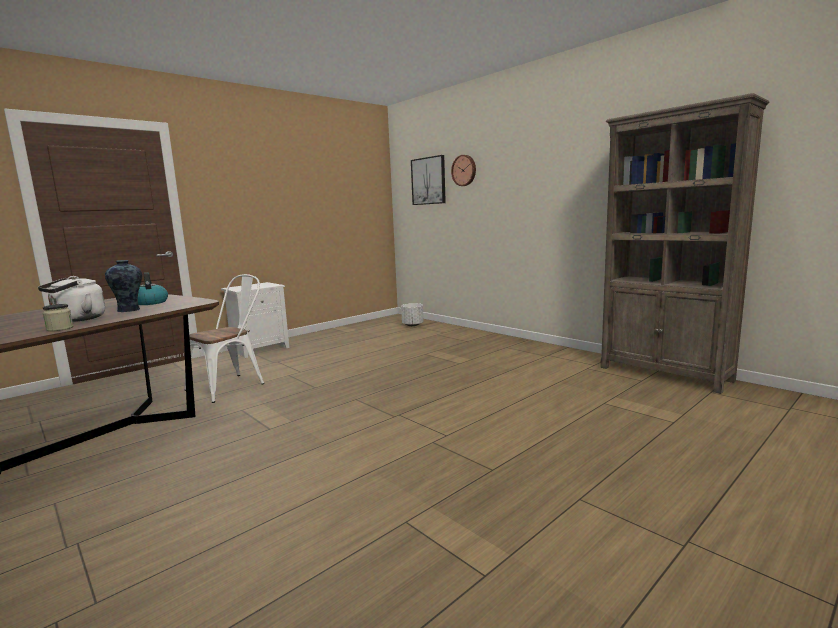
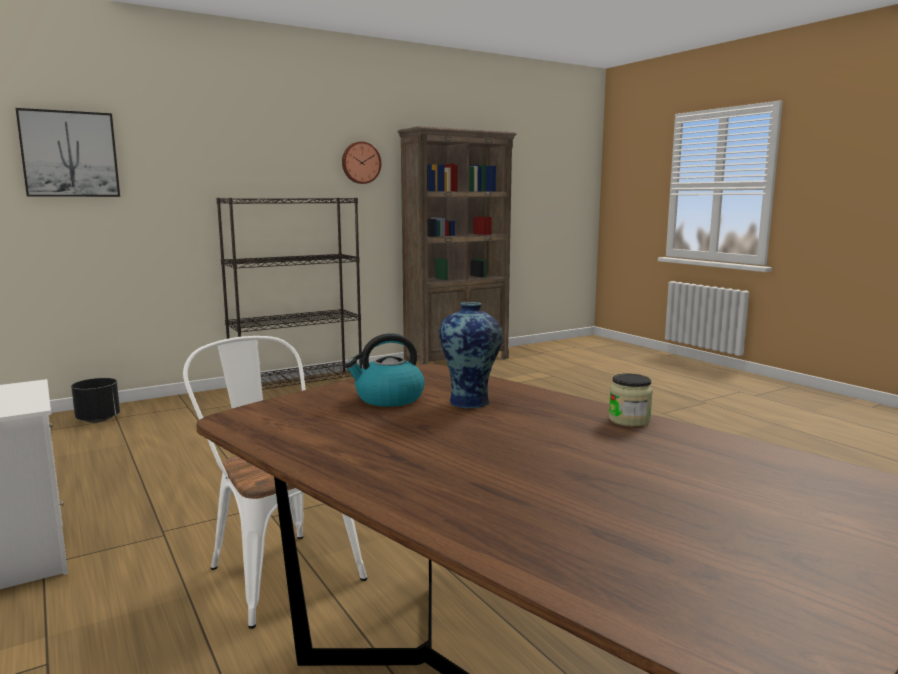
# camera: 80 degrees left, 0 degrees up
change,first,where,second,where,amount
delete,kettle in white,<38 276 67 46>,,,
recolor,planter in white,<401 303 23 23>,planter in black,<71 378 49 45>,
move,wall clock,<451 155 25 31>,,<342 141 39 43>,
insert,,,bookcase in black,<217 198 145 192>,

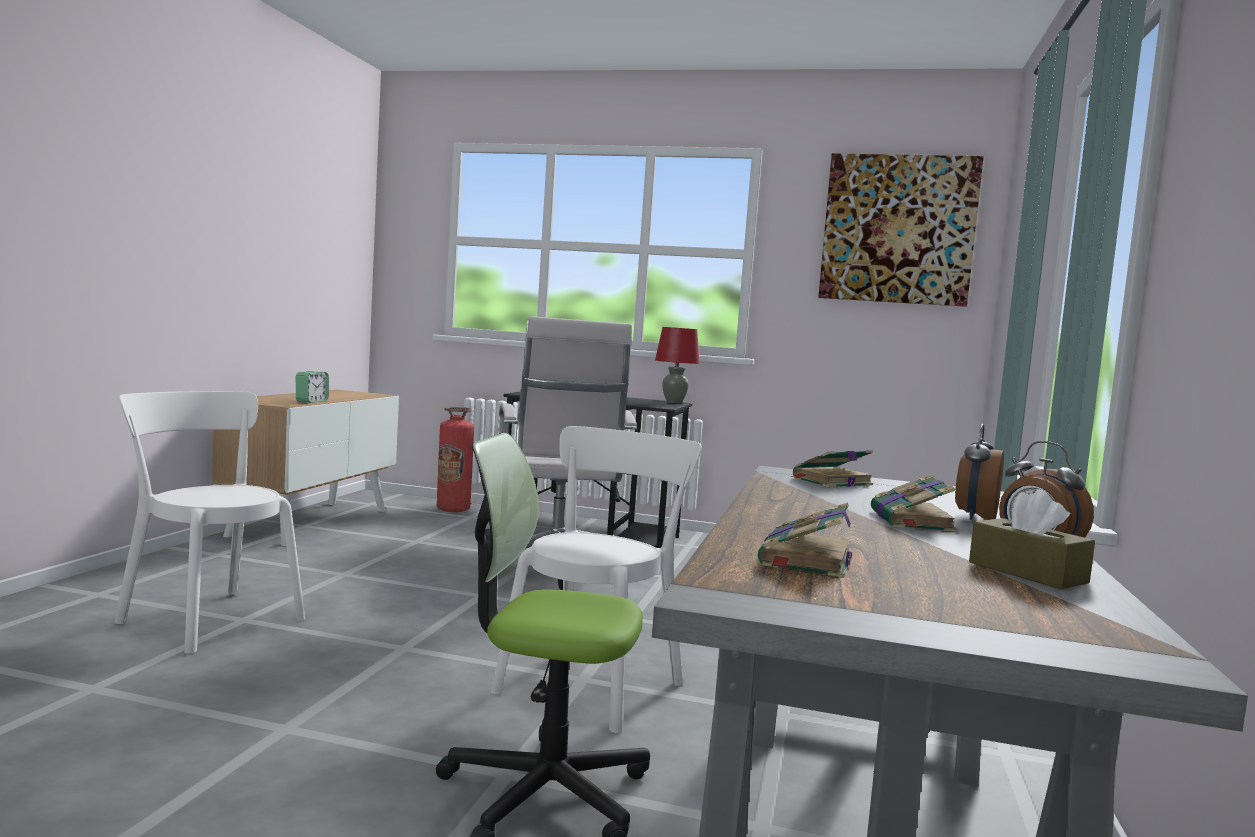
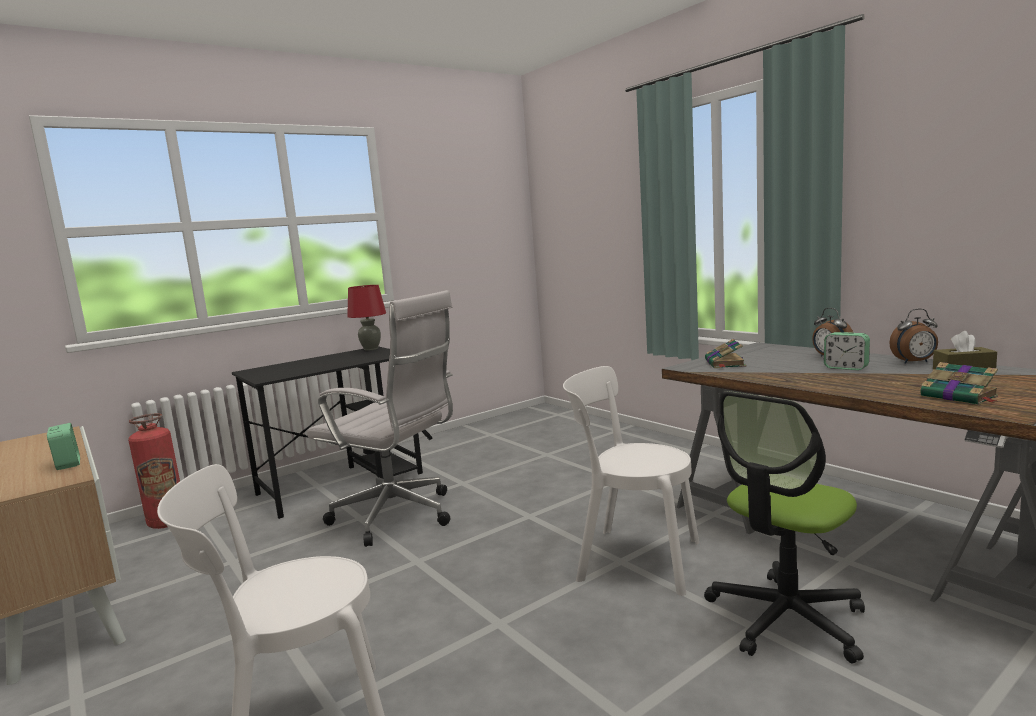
# camera: 50 degrees left, 5 degrees up
change,first,where,second,where,amount
rotate,chair in white,<491 426 211 307>,,<563 366 136 230>,45 degrees counterclockwise
delete,picture,<818 153 166 154>,,,
replace,book,<871 475 86 57>,alarm clock,<824 332 46 38>,

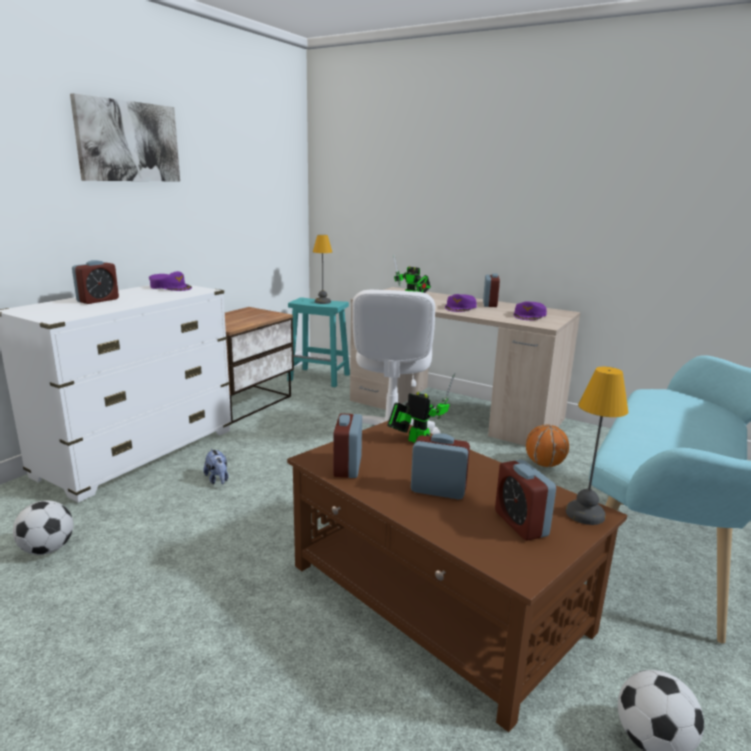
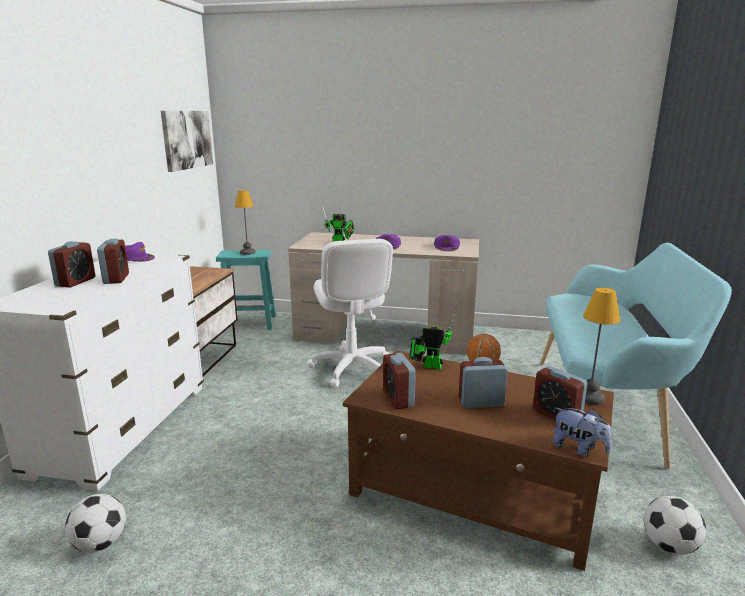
# camera: 20 degrees left, 0 degrees up
change,first,where,second,where,amount
move,picture,<70 93 110 88>,,<161 111 52 61>,
move,plush toy,<203 449 25 35>,,<553 408 58 49>,
move,alarm clock,<483 273 17 34>,,<97 239 32 45>,

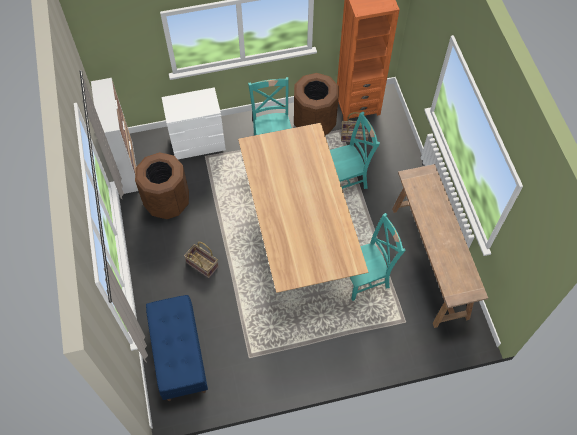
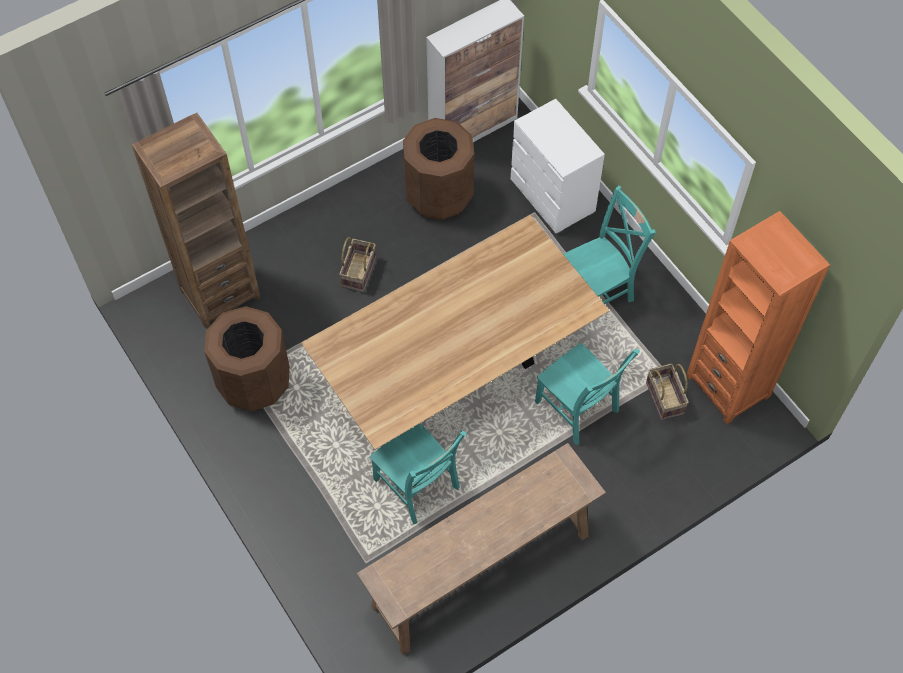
# camera: 70 degrees right, 0 degrees up
change,first,where,second,where,amount
replace,bench in blue,<146 295 62 106>,bookcase in brown,<132 113 129 215>,
move,trash can in brown,<294 73 45 63>,,<204 306 86 105>,

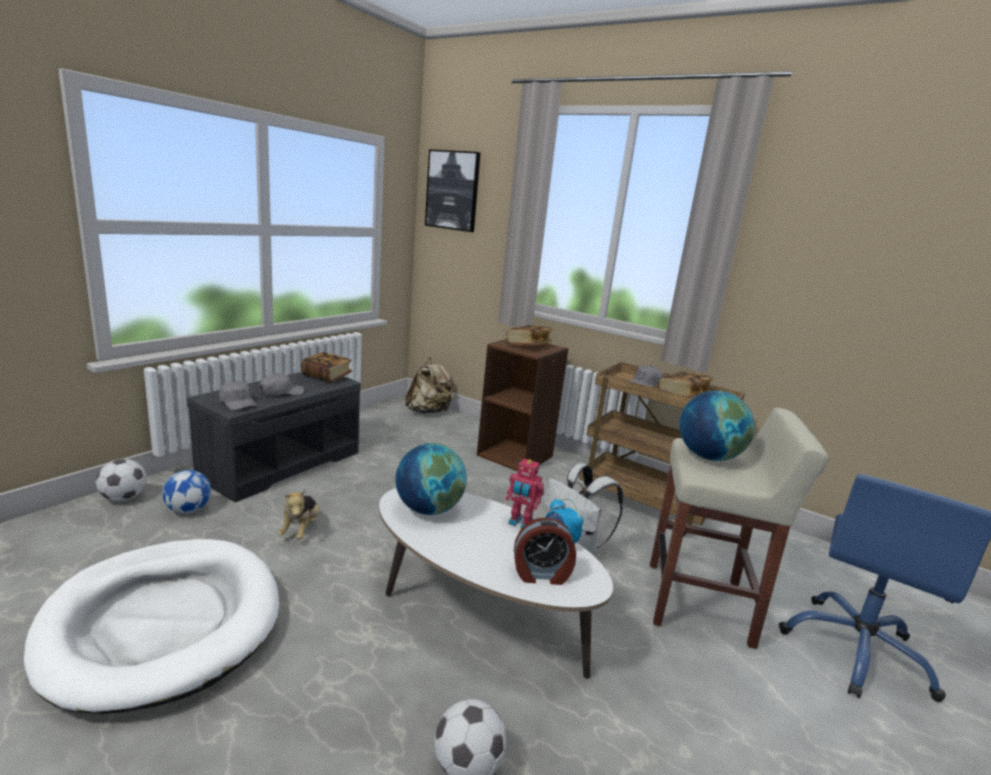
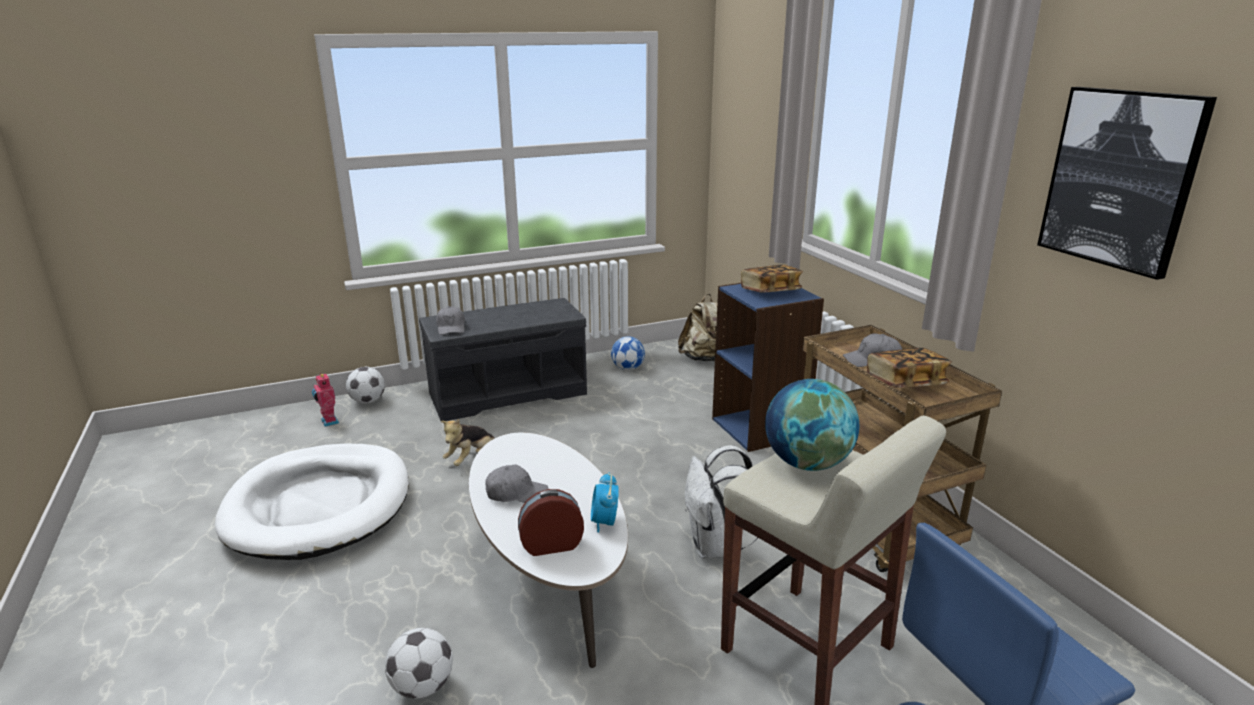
# camera: 35 degrees right, 5 degrees up
change,first,where,second,where,amount
move,football,<162 470 49 44>,,<611 336 34 34>,
move,cap in grey,<260 373 44 22>,,<485 465 63 38>,
delete,book,<301 352 51 30>,,,
delete,globe,<395 443 72 72>,,,
move,picture,<425 149 55 83>,,<1037 87 180 193>,
recolor,bookcase in brown,<477 339 92 132>,bookcase in blue,<712 283 112 169>,
move,toy robot,<505 458 39 71>,,<312 373 27 54>,
rotate,alarm clock,<514 517 62 68>,,<518 489 66 67>,135 degrees clockwise

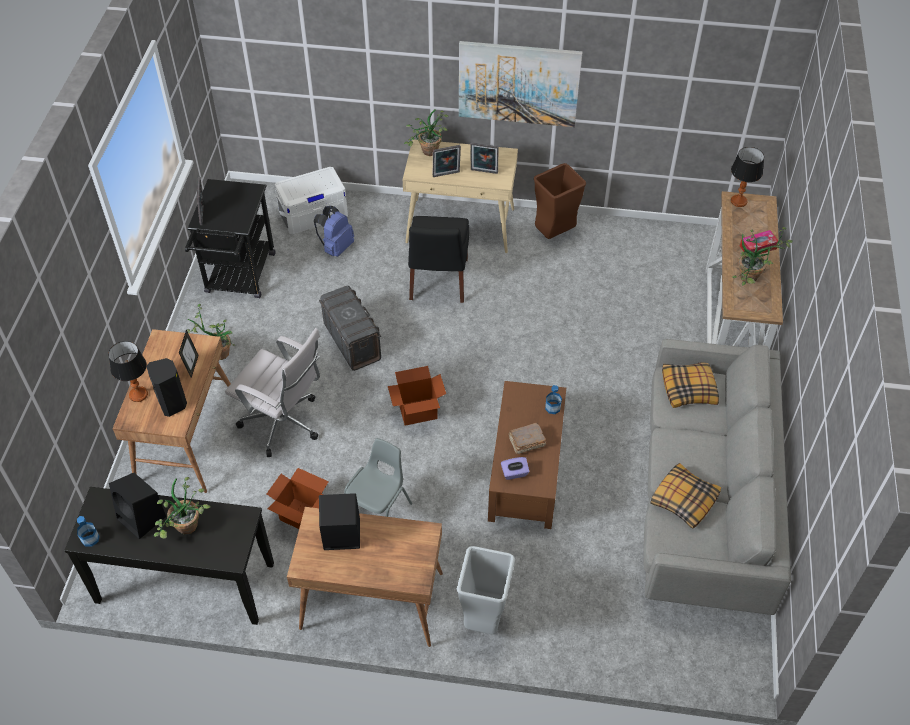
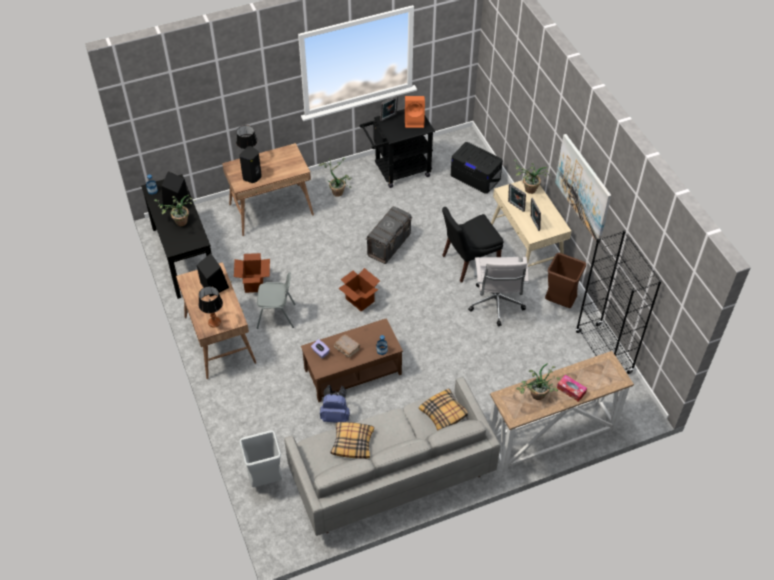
# camera: 60 degrees right, 0 degrees up
change,first,where,second,where,amount
delete,picture frame,<179 329 20 49>,,,
move,office chair in white,<225 328 95 129>,,<468 257 61 69>,
recolor,storage box in white,<275 167 73 67>,storage box in black,<451 142 52 52>,
move,backpack in blue,<314 206 40 51>,,<320 385 30 38>,
move,trash can in grey,<457 546 58 88>,,<239 430 43 57>,
move,table lamp,<731 147 33 60>,,<198 286 25 42>,
insert,,,speaker in orange,<405 96 20 32>,
insert,,,bookcase in black,<575 230 87 144>,

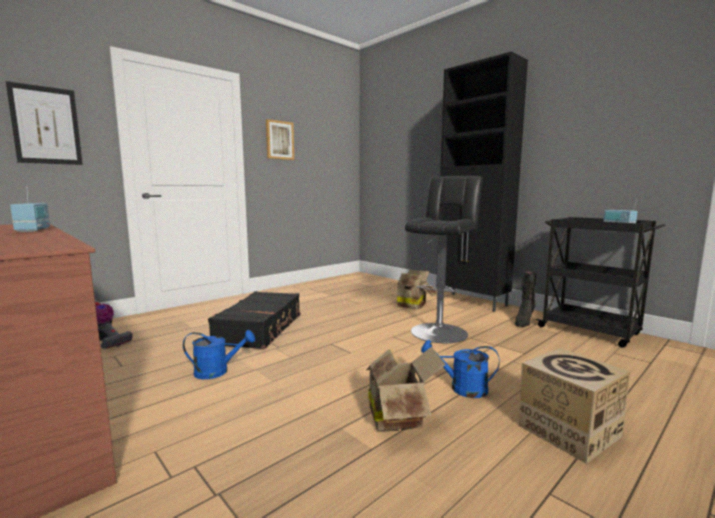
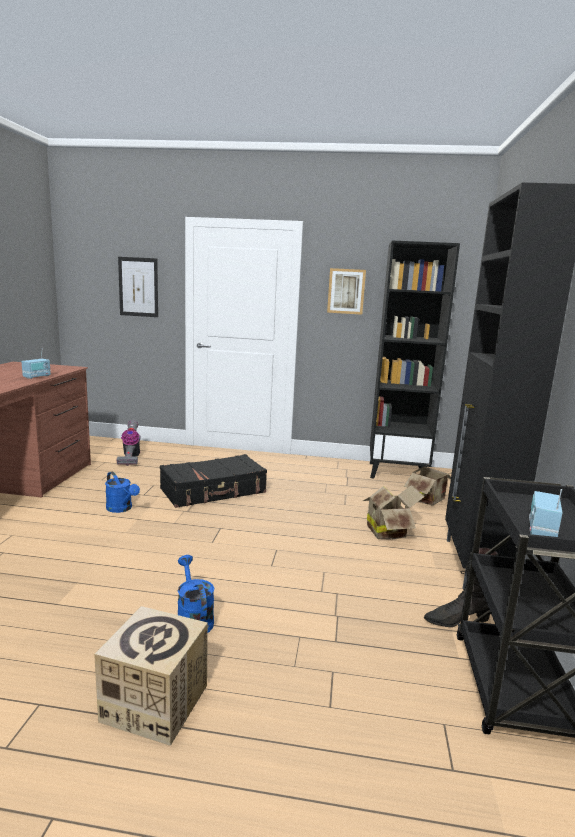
# camera: 50 degrees right, 5 degrees up
change,first,where,second,where,amount
move,cardboard box,<367 347 79 84>,,<404 464 48 42>,
delete,stool in black,<405 176 78 167>,,,
insert,,,bookcase in black,<370 241 90 237>,

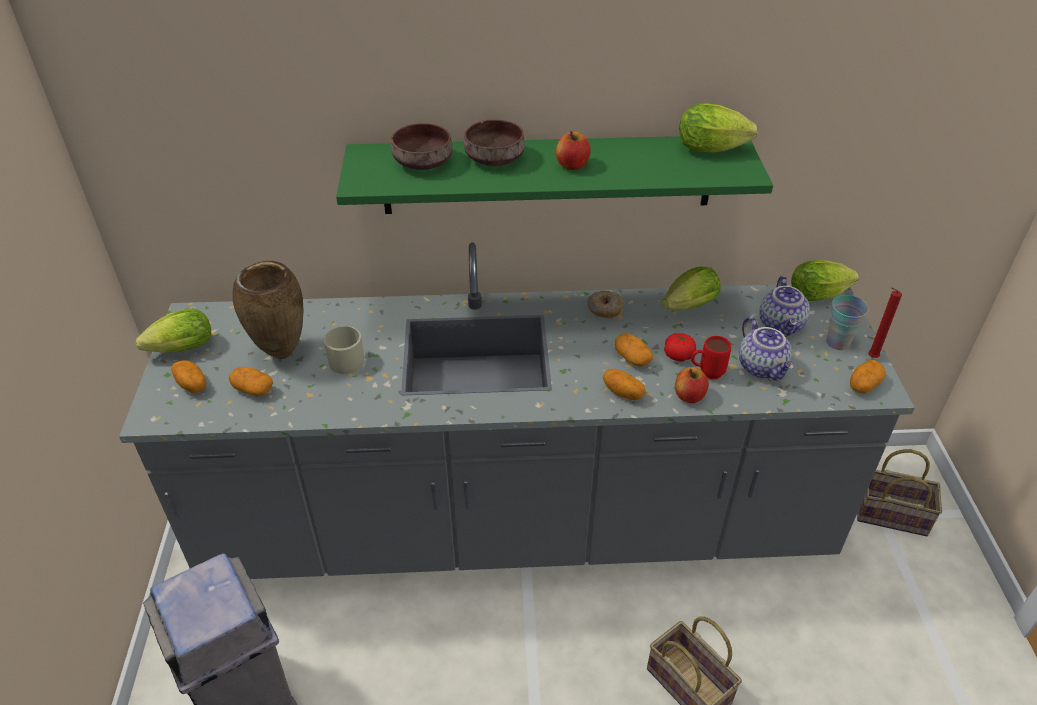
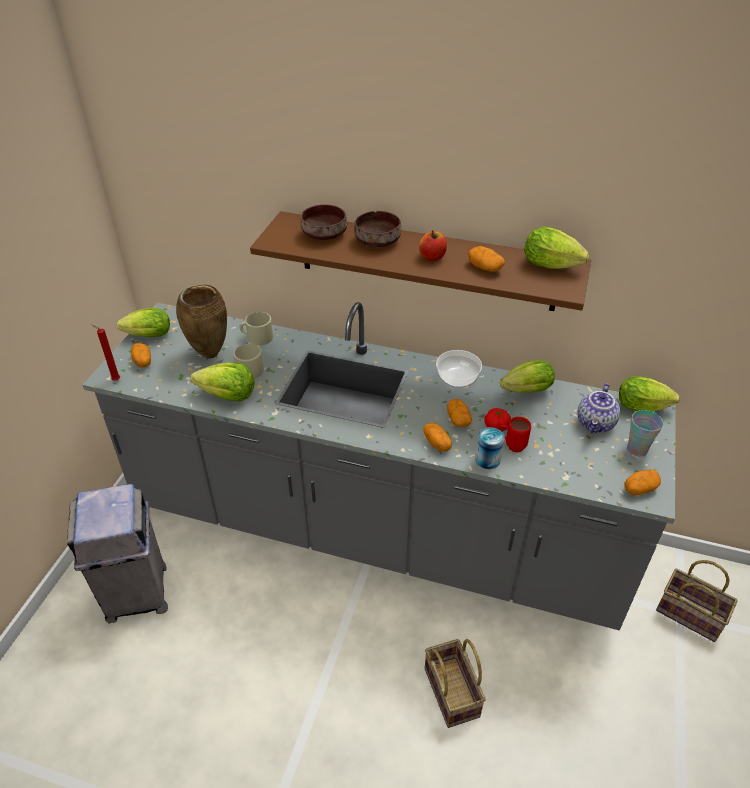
# camera: 20 degrees right, 0 degrees up
change,first,where,second,where,amount
move,potato,<229 367 44 29>,,<468 246 37 26>,
recolor,shelf in green,<336 136 437 78>,shelf in brown,<250 211 341 100>,
replace,donut,<587 291 37 28>,bowl,<436 350 46 37>,
replace,apple,<675 367 34 36>,can,<475 427 30 42>,
delete,teapot,<739 317 55 63>,,,
move,candle in red,<868 287 34 71>,,<91 324 29 57>,
insert,,,lettuce,<190 363 65 39>,
insert,,,mug in beige,<239 312 34 34>,

